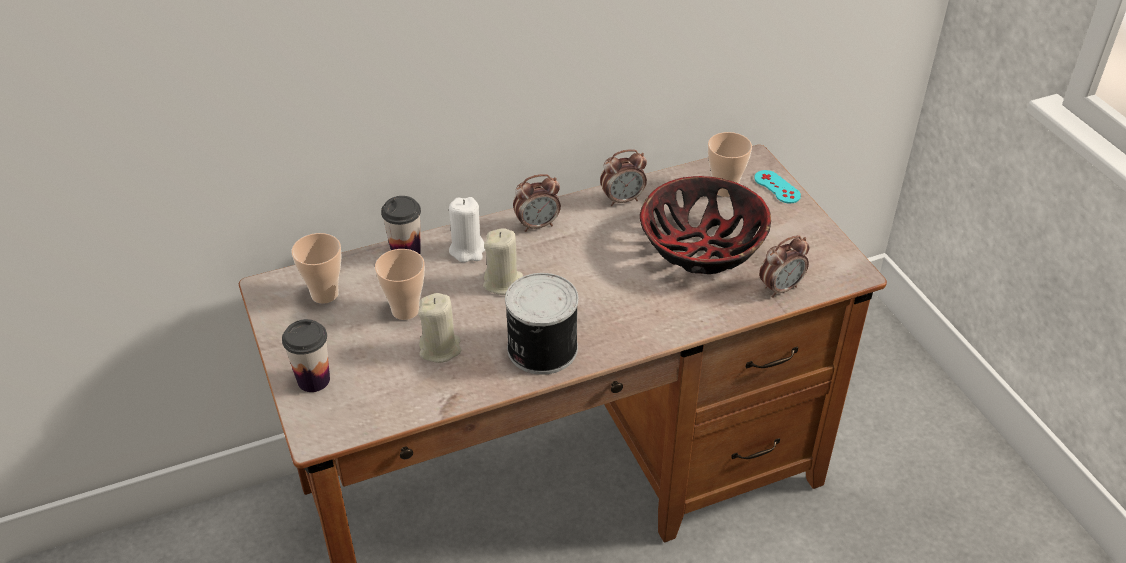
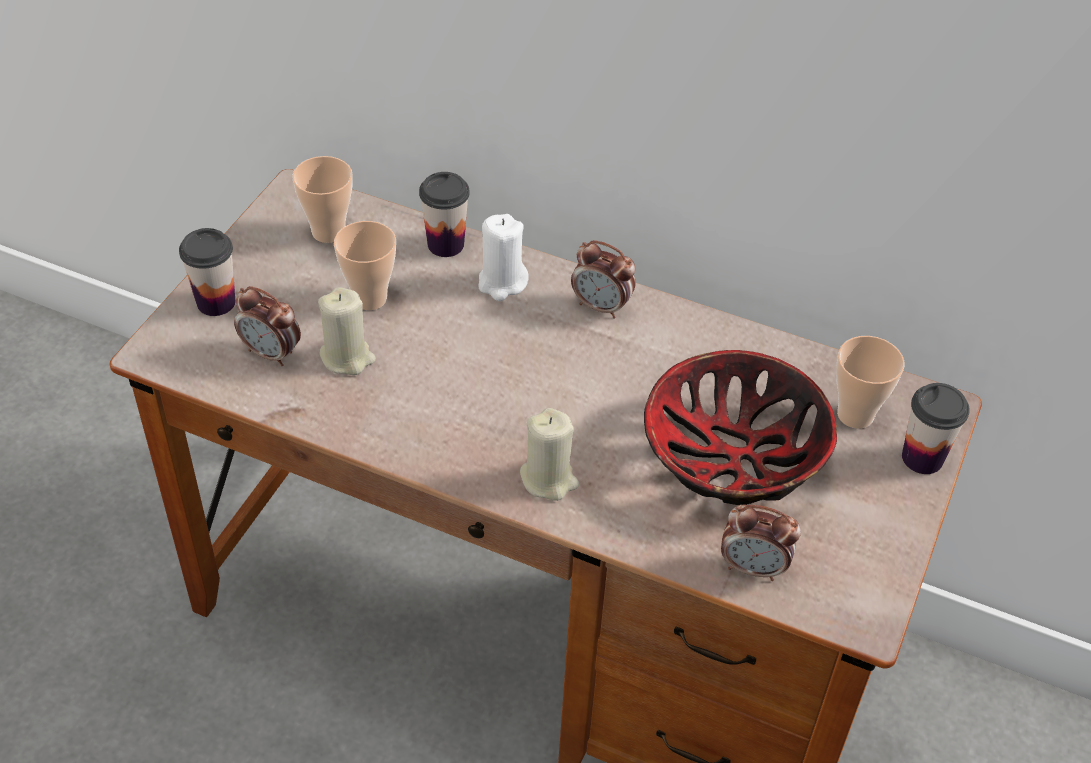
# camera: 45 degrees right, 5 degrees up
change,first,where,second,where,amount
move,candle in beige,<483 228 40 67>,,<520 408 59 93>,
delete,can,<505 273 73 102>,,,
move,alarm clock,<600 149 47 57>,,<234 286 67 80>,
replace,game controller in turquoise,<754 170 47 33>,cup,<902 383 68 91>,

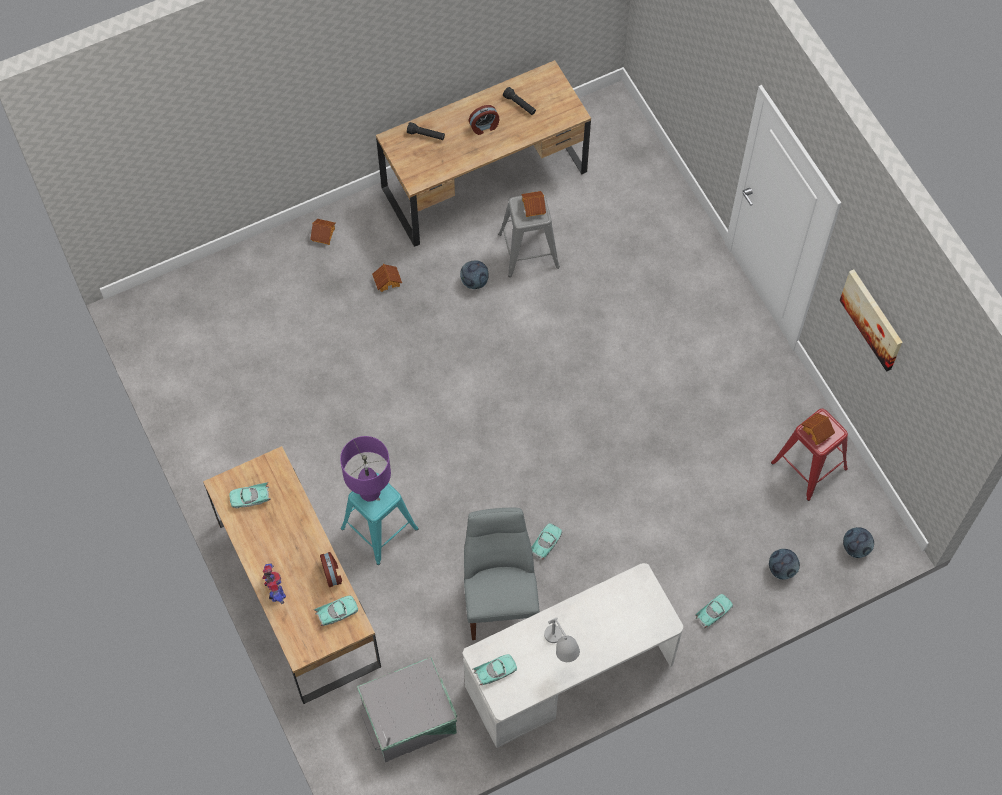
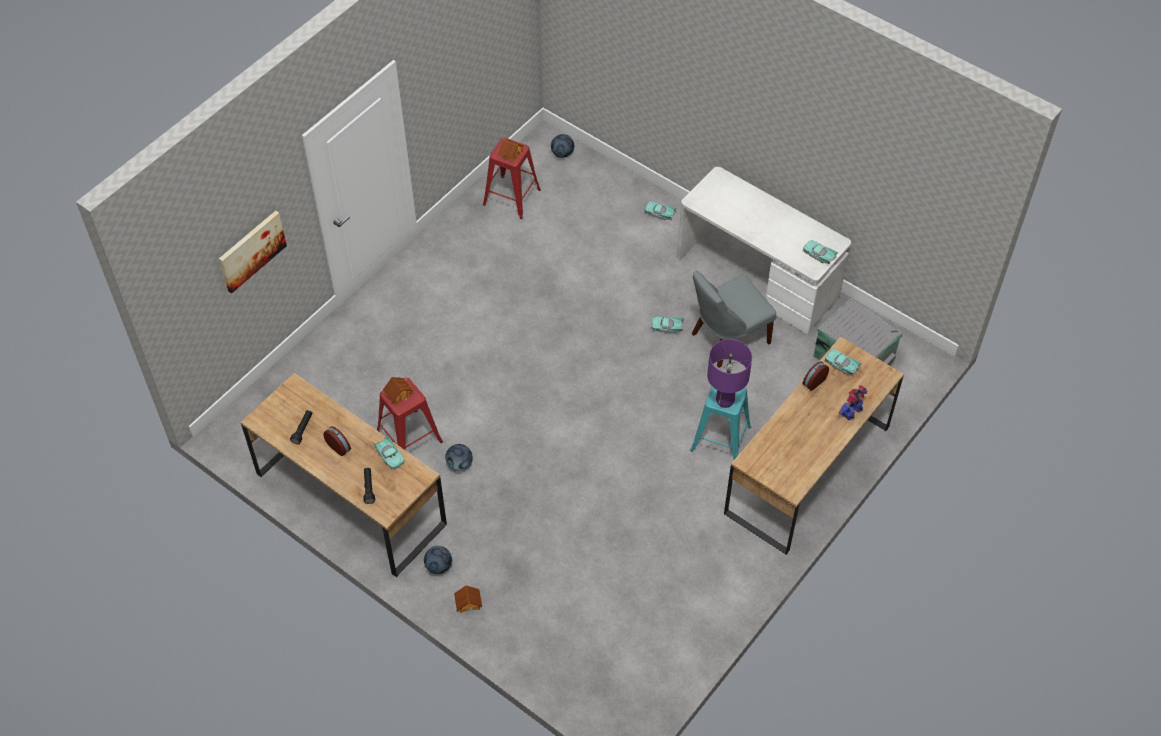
# camera: 115 degrees left, 10 degrees down
change,first,where,second,where,amount
move,toy car in turquoise,<230 482 41 26>,,<373 434 32 35>,
delete,toy house,<372 264 30 28>,,,
recolor,stool in grey,<498 193 62 84>,stool in red,<377 378 66 72>,
delete,table lamp in grey,<544 618 36 44>,,,
move,football,<769 549 31 31>,,<424 546 28 28>,
move,picture,<840 269 63 102>,,<219 211 68 82>,

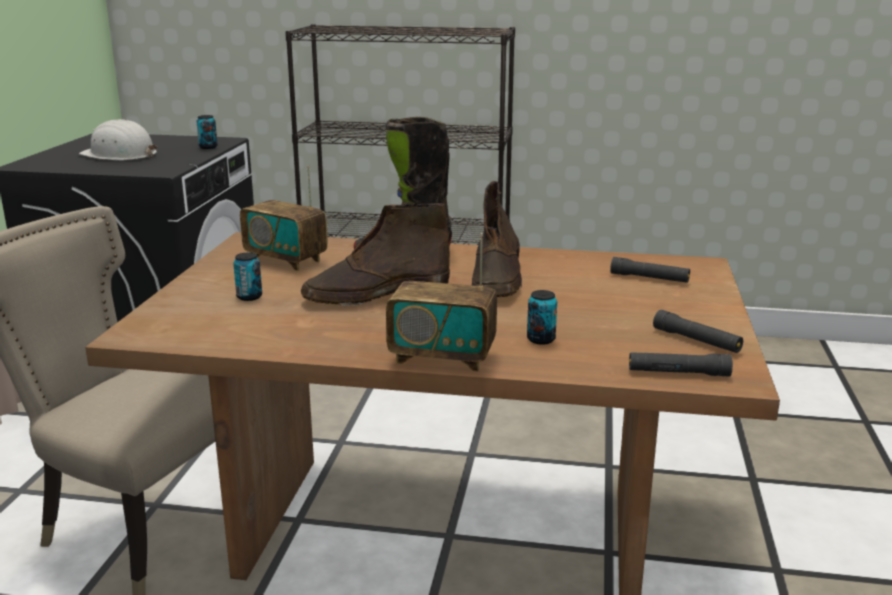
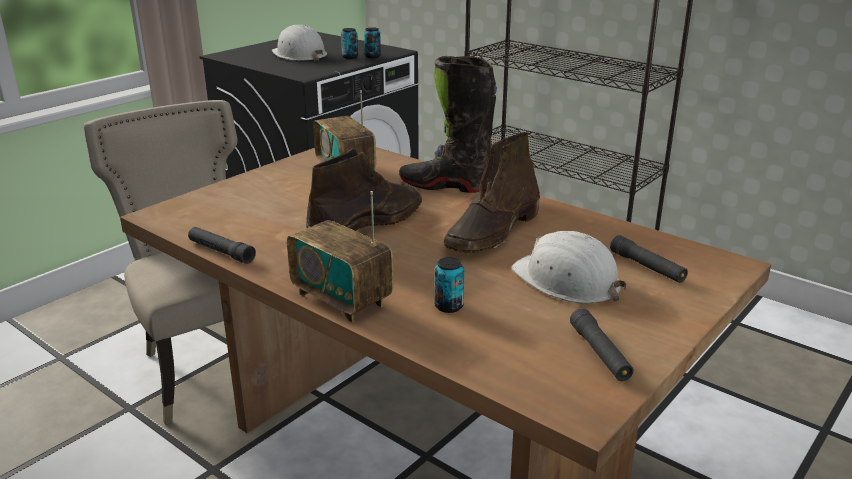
# camera: 30 degrees right, 5 degrees up
change,first,where,second,where,amount
move,can,<233 252 29 49>,,<341 28 17 31>,
rotate,boot in brown,<301 203 149 103>,,<306 147 116 84>,120 degrees clockwise
move,flashlight in black,<629 352 104 25>,,<188 227 68 37>,
insert,,,hard hat in white,<511 231 116 73>,

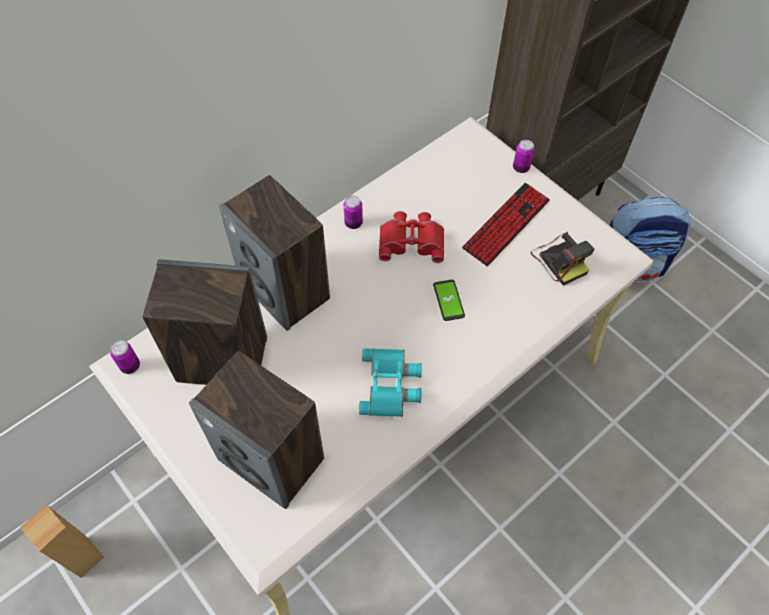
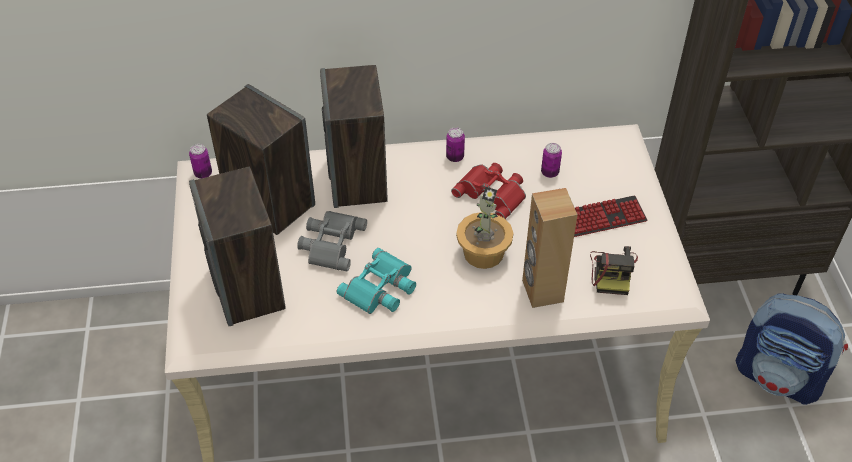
# camera: 35 degrees right, 10 degrees down
change,first,where,second,where,amount
move,speaker in brown,<20 505 84 73>,,<522 188 56 120>,
replace,phone,<433 280 32 41>,potted plant,<456 187 57 82>,
move,can,<513 140 22 33>,,<541 143 21 35>,
insert,,,binoculars in grey,<297 211 70 60>,

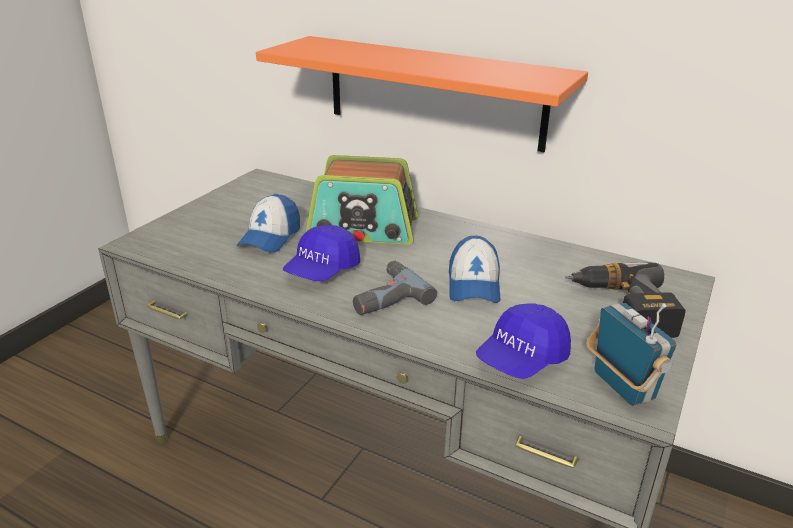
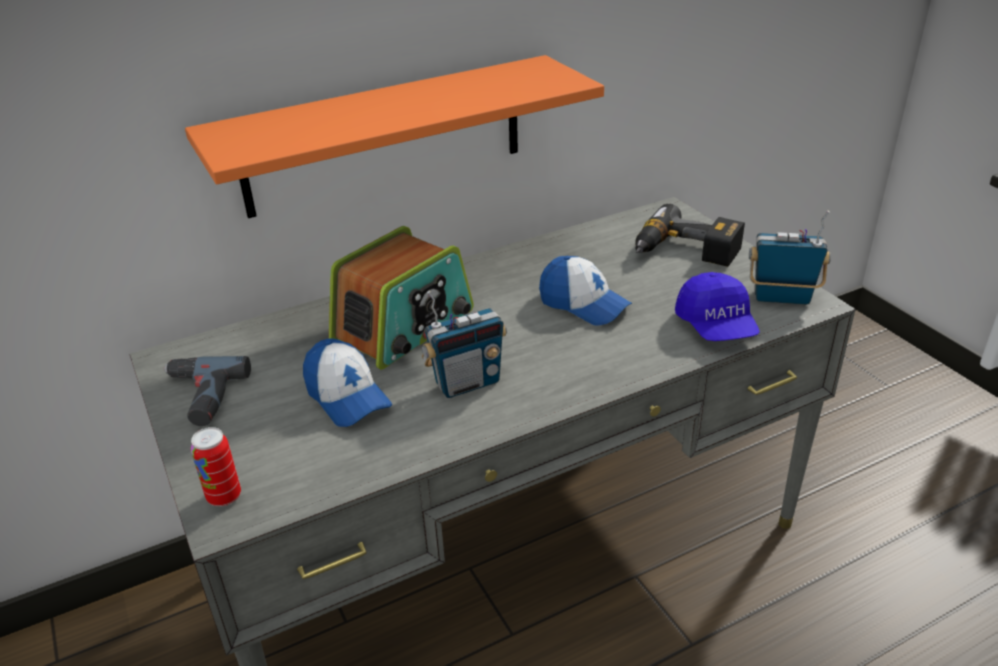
# camera: 55 degrees left, 5 degrees up
change,first,where,second,where,amount
replace,cap in blue,<283 225 77 56>,radio,<422 290 85 108>,
move,power drill,<353 261 84 54>,,<164 356 87 70>,
insert,,,can,<191 427 50 79>,

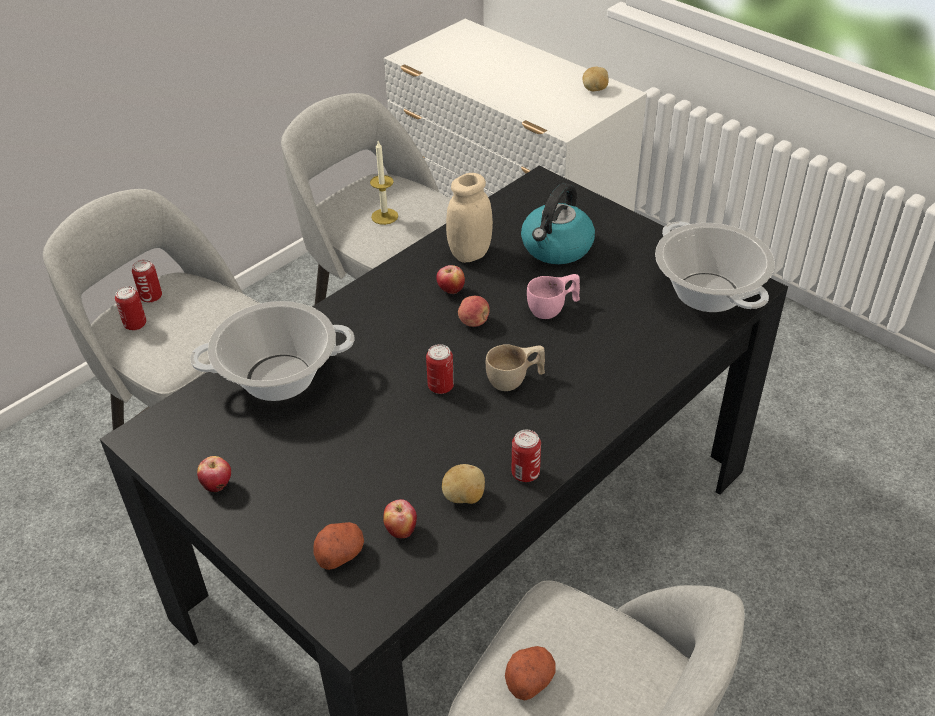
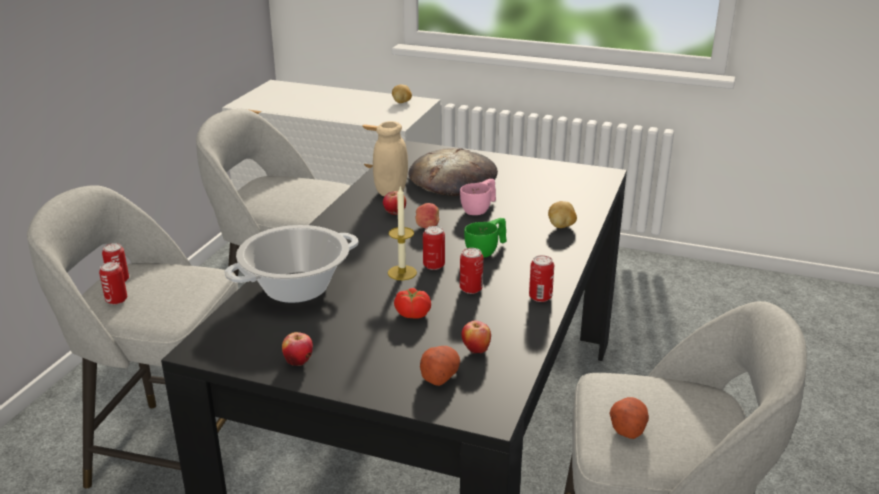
# camera: 25 degrees left, 15 degrees down
change,first,where,second,where,amount
move,candle,<370 141 28 84>,,<388 186 29 94>,
move,potato,<442 464 43 40>,,<548 201 29 27>,
recolor,cup in beige,<486 344 59 47>,cup in green,<464 218 43 40>,
replace,kettle,<521 183 74 81>,bread,<409 148 89 48>,
delete,cooking pot,<655 221 120 91>,,,
insert,,,tomato,<394 288 37 31>,
insert,,,can,<460 248 23 46>,

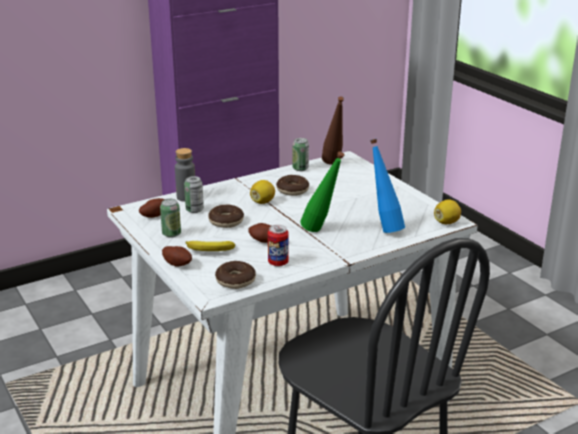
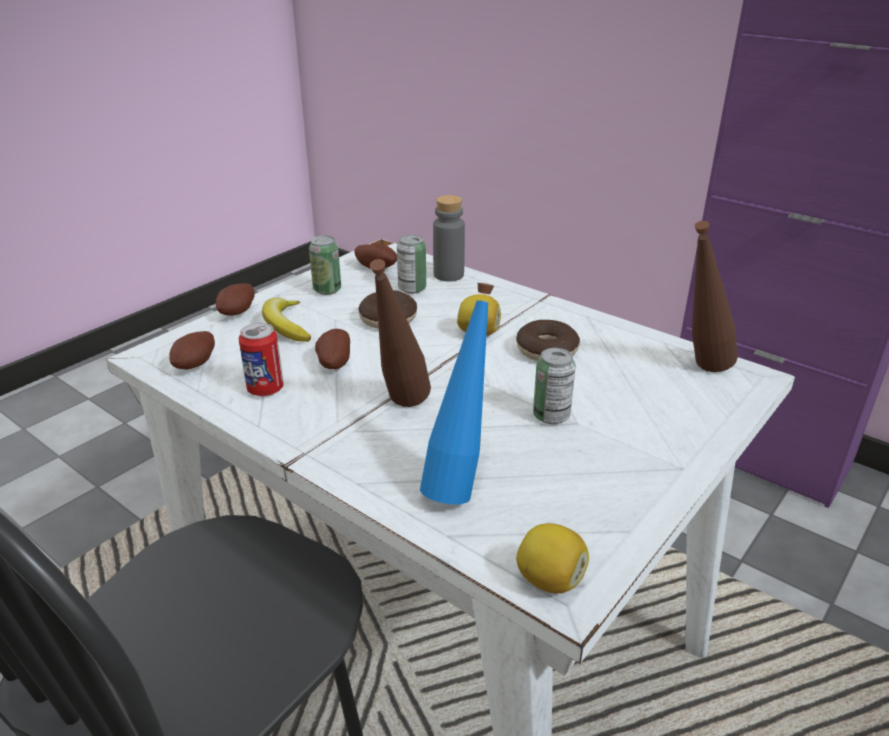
# camera: 70 degrees right, 5 degrees up
change,first,where,second,where,amount
replace,donut,<215 261 41 28>,potato,<169 331 46 39>,
move,can,<292 138 17 33>,,<533 348 43 76>,
recolor,bottle in green,<300 152 44 80>,bottle in brown,<370 259 61 148>,

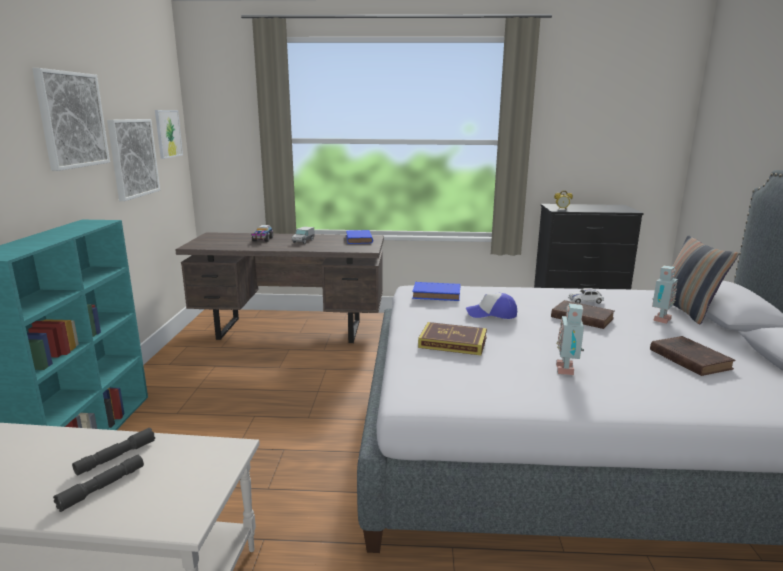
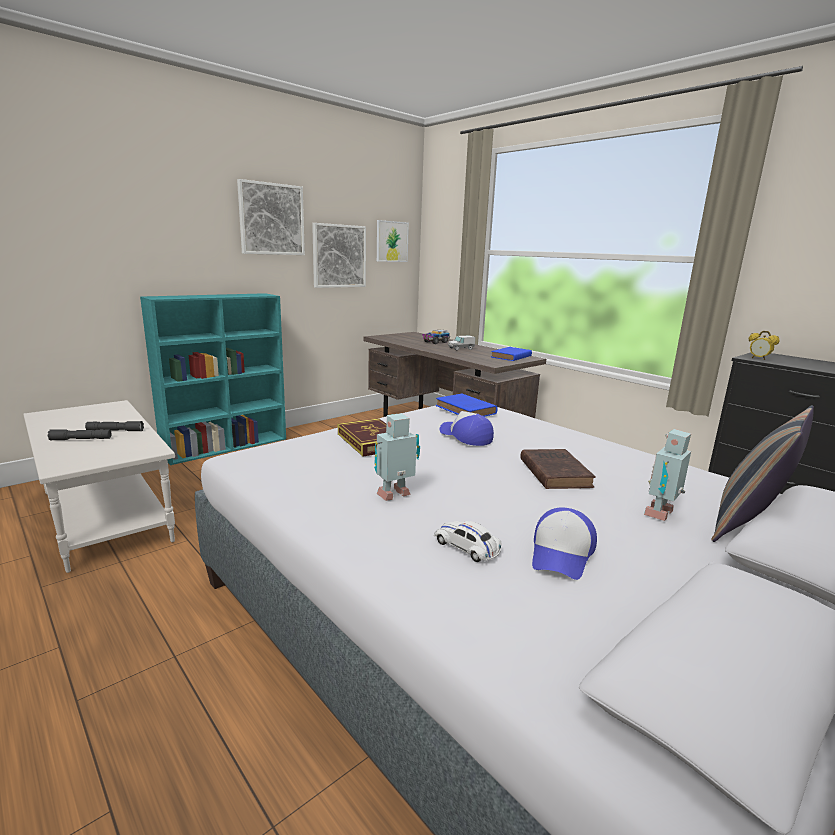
# camera: 45 degrees right, 0 degrees up
change,first,where,second,where,amount
move,toy car in white,<568 288 36 16>,,<433 521 68 41>,
replace,book in brown,<650 336 85 40>,cap,<532 507 65 73>,
rotate,toy robot,<652 266 26 58>,,<644 429 47 92>,135 degrees clockwise

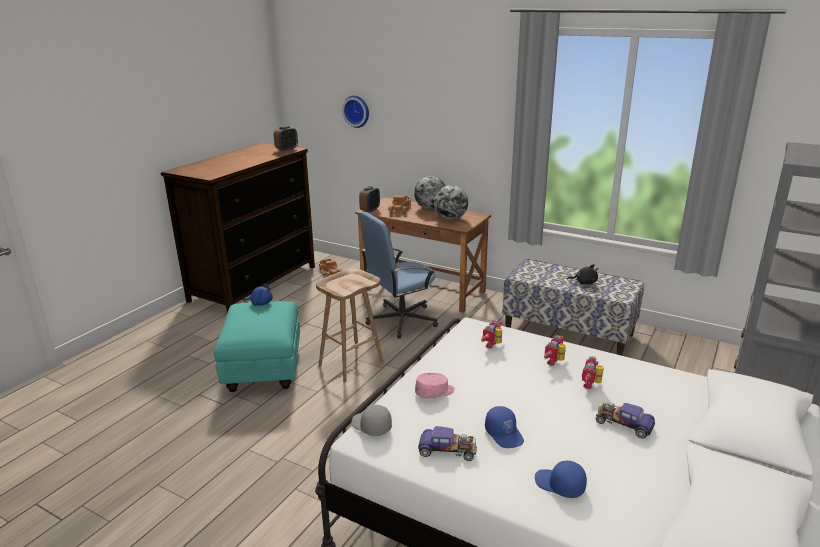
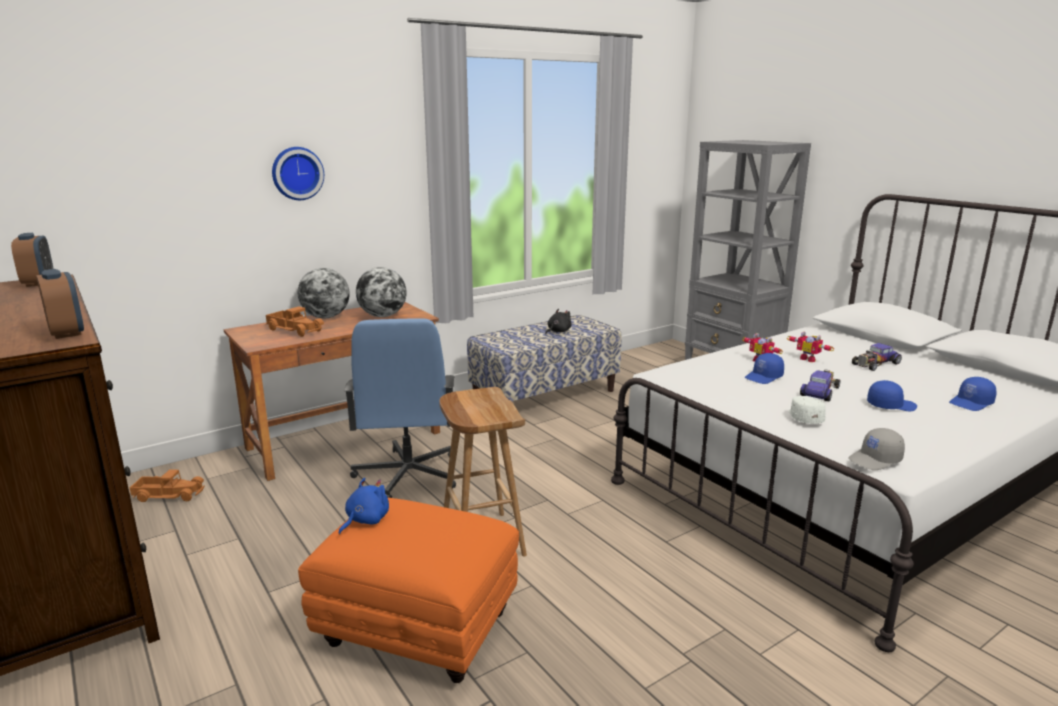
# camera: 65 degrees left, 5 degrees down
change,first,where,second,where,amount
recolor,ottoman in turquoise,<214 301 86 91>,ottoman in orange,<298 498 221 185>,
move,wall clock,<342 95 27 33>,,<272 147 52 53>,
move,alarm clock,<359 186 21 27>,,<36 269 48 70>,
recolor,cap in pink,<415 373 40 26>,cap in white,<789 396 37 28>,
move,toy car,<418 426 59 35>,,<800 369 40 33>,
delete,toy robot,<481 320 21 28>,,,
insert,,,cap in blue,<745 353 39 31>,

